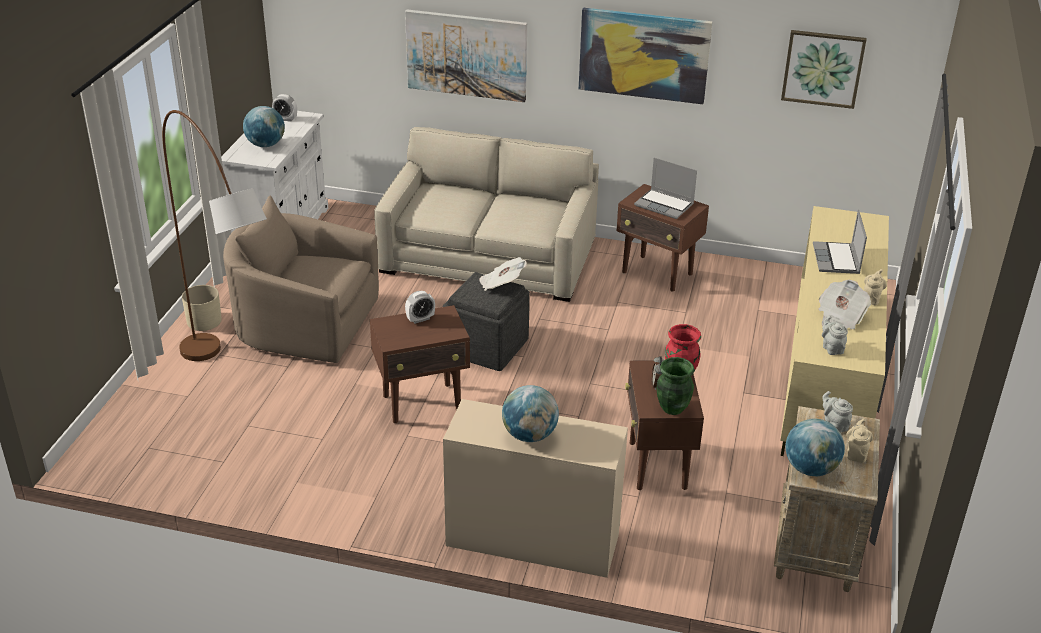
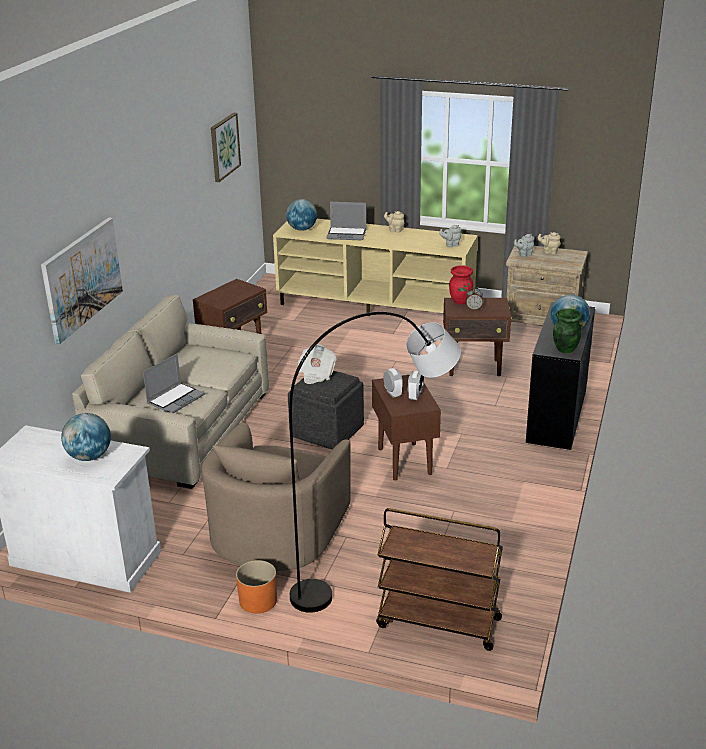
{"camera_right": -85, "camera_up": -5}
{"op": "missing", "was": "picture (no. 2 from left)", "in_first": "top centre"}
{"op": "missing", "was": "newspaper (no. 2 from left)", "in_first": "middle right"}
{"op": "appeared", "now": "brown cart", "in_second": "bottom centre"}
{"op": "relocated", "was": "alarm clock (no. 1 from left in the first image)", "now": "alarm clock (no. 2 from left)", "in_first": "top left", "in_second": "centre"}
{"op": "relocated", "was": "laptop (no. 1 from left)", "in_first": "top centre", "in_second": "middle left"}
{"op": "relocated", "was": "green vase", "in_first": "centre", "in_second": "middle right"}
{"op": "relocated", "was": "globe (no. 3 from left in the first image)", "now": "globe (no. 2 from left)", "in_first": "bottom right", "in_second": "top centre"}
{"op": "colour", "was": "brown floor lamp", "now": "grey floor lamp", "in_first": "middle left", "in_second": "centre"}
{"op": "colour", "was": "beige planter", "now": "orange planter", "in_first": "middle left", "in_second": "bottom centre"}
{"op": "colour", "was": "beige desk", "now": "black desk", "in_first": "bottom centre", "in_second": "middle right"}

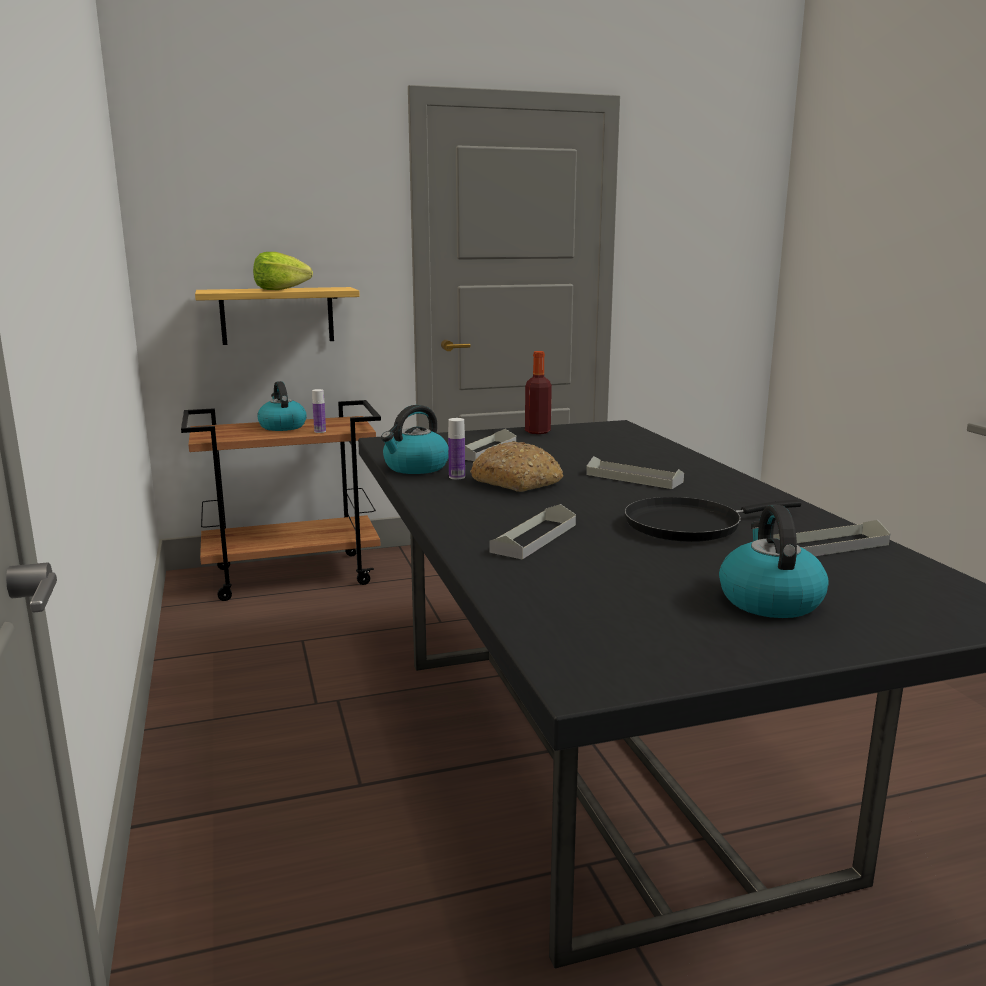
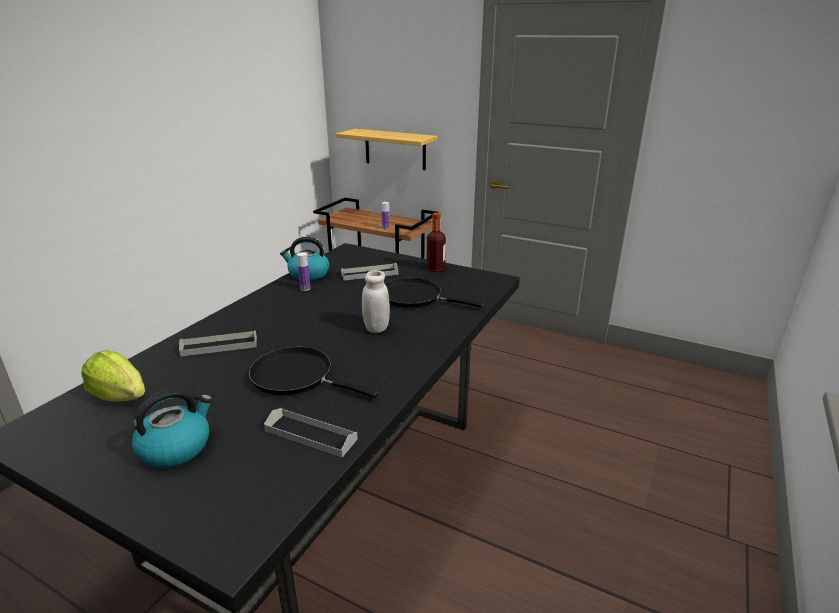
{"camera_right": 45, "camera_up": 10}
{"op": "missing", "was": "kettle (no. 1 from left)", "in_first": "middle left"}
{"op": "missing", "was": "bread", "in_first": "centre"}
{"op": "appeared", "now": "black frying pan (no. 2 from left)", "in_second": "centre"}
{"op": "relocated", "was": "lettuce", "in_first": "top left", "in_second": "middle left"}
{"op": "exchanged", "was": "grey tray (no. 3 from left)", "now": "white jar", "in_first": "centre", "in_second": "centre"}

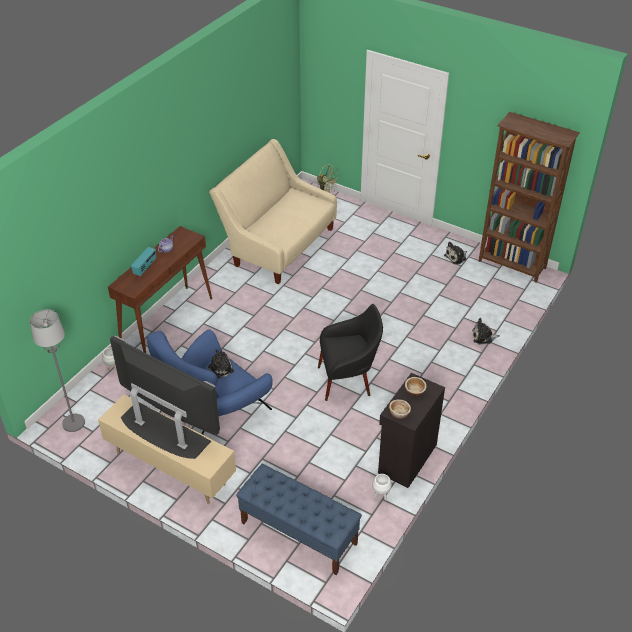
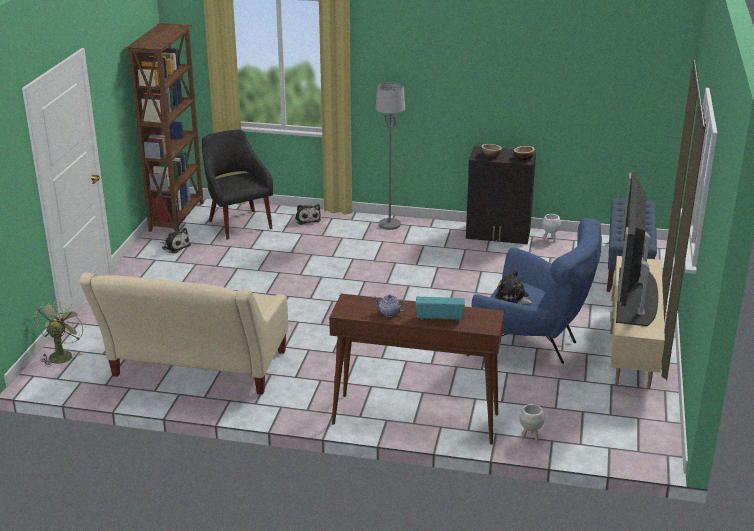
{"camera_right": -110, "camera_up": -15}
{"op": "relocated", "was": "grey floor lamp", "in_first": "middle left", "in_second": "top centre"}
{"op": "relocated", "was": "black armchair", "in_first": "centre", "in_second": "middle left"}

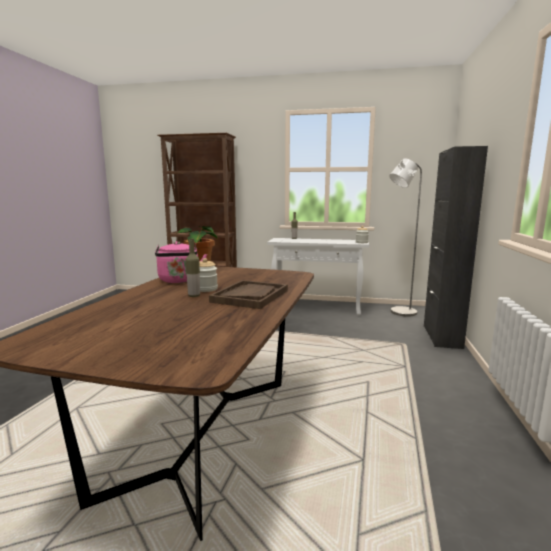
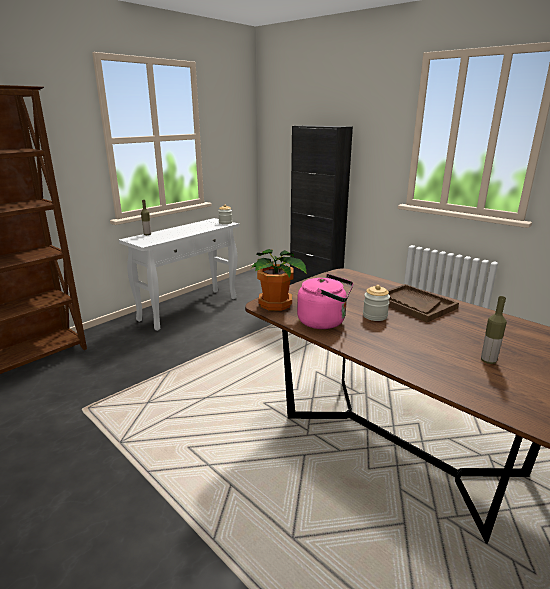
{"camera_right": -60, "camera_up": 10}
{"op": "missing", "was": "grey floor lamp", "in_first": "middle right"}
{"op": "relocated", "was": "bottle (no. 1 from left in the first image)", "now": "bottle (no. 2 from left)", "in_first": "centre", "in_second": "middle right"}

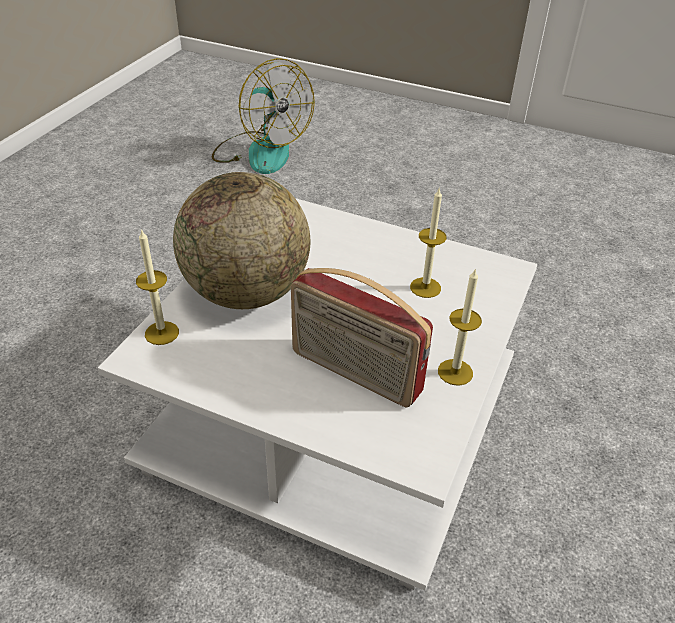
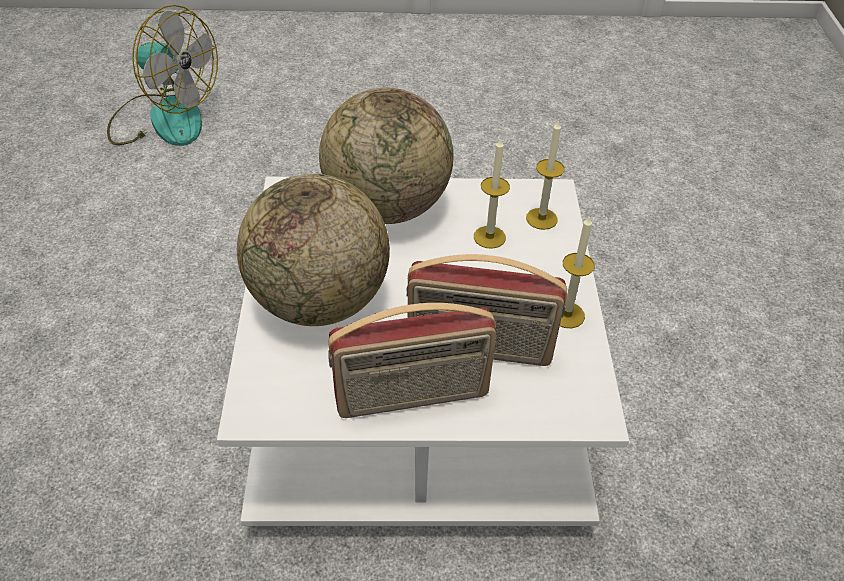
{"camera_right": -25, "camera_up": 5}
{"op": "appeared", "now": "globe (no. 2 from left)", "in_second": "top centre"}
{"op": "appeared", "now": "radio (no. 1 from left)", "in_second": "centre"}
{"op": "relocated", "was": "candle (no. 1 from left in the first image)", "now": "candle (no. 2 from left)", "in_first": "middle left", "in_second": "top centre"}

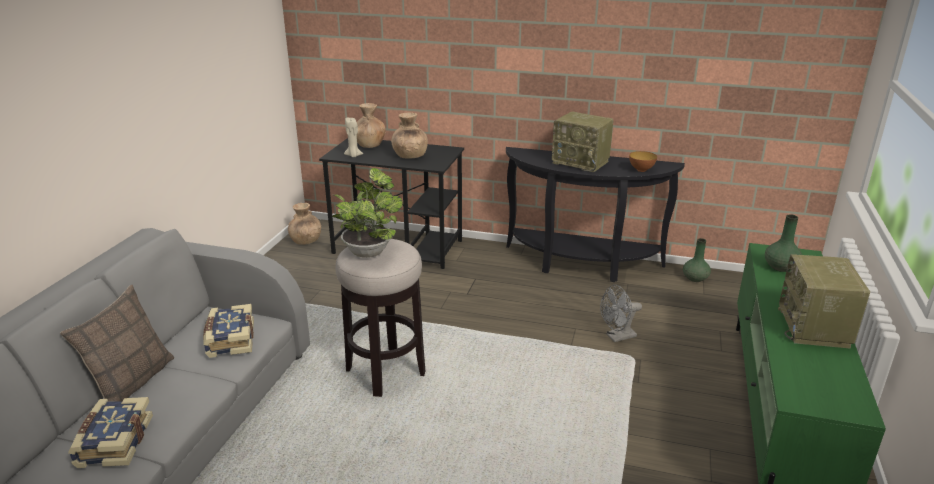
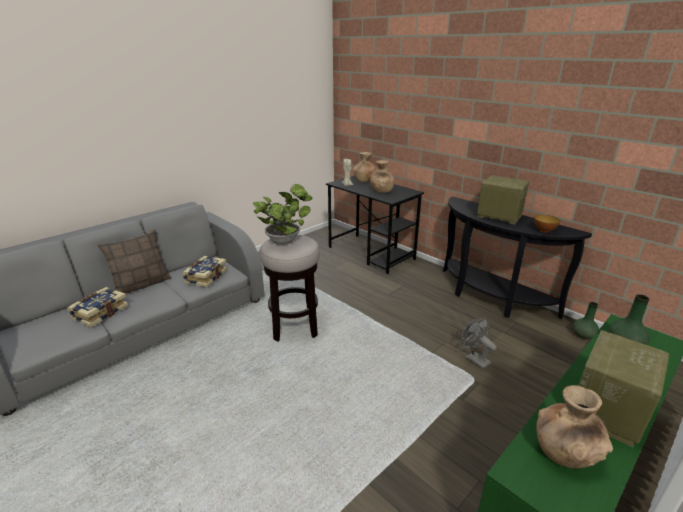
{"camera_right": 30, "camera_up": 0}
{"op": "relocated", "was": "brown vase (no. 1 from left in the first image)", "now": "brown vase (no. 3 from left)", "in_first": "middle left", "in_second": "bottom right"}
{"op": "spun", "was": "radio (no. 1 from left)", "in_first": "top centre", "in_second": "middle right", "clockwise": 150}
{"op": "spun", "was": "grey fan", "in_first": "centre", "in_second": "bottom right", "clockwise": 45}

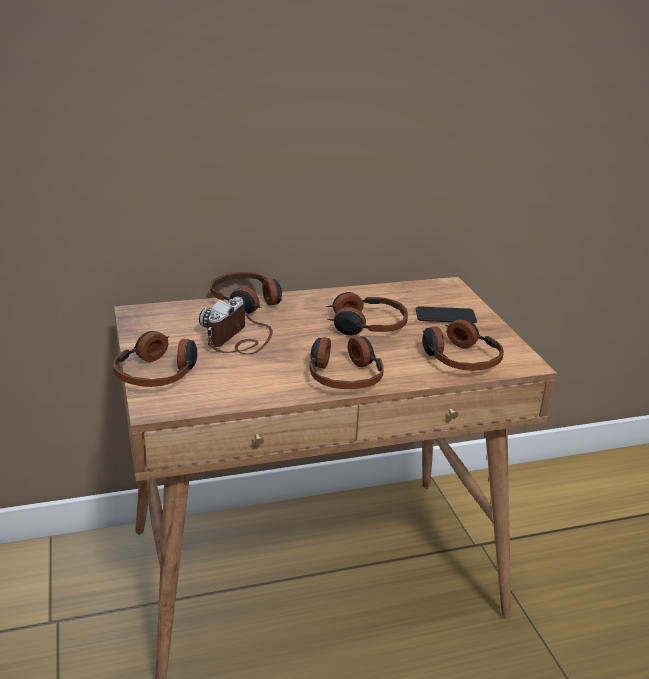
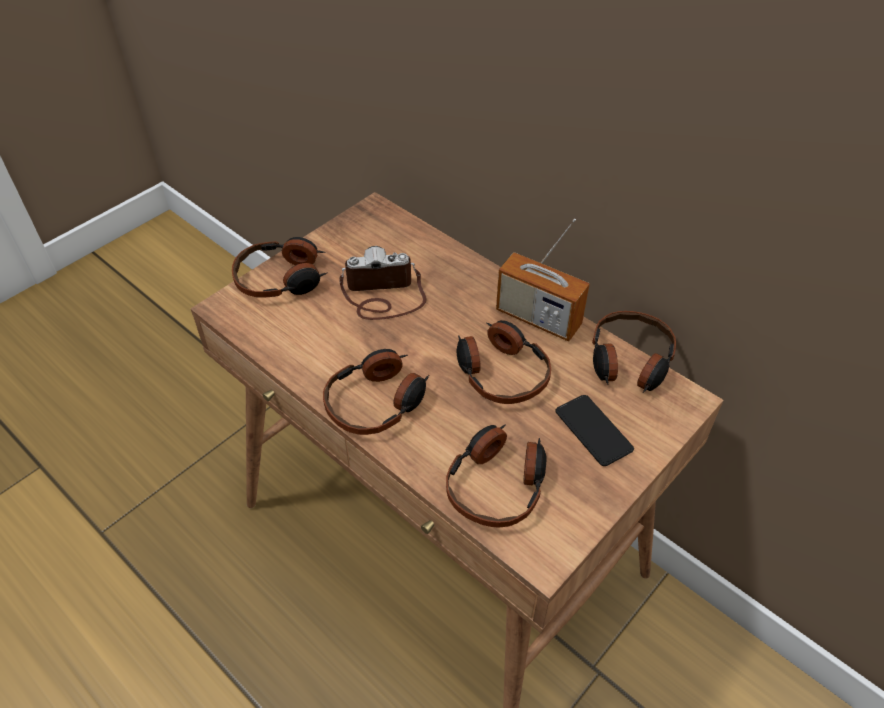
{"camera_right": 60, "camera_up": 20}
{"op": "appeared", "now": "radio", "in_second": "centre"}
{"op": "relocated", "was": "headphones (no. 2 from left in the first image)", "now": "headphones (no. 5 from left)", "in_first": "centre", "in_second": "middle right"}

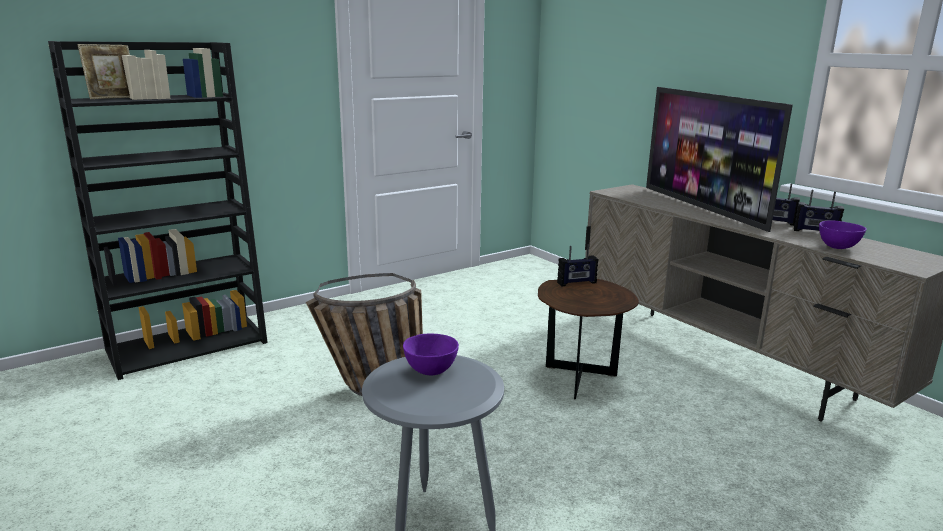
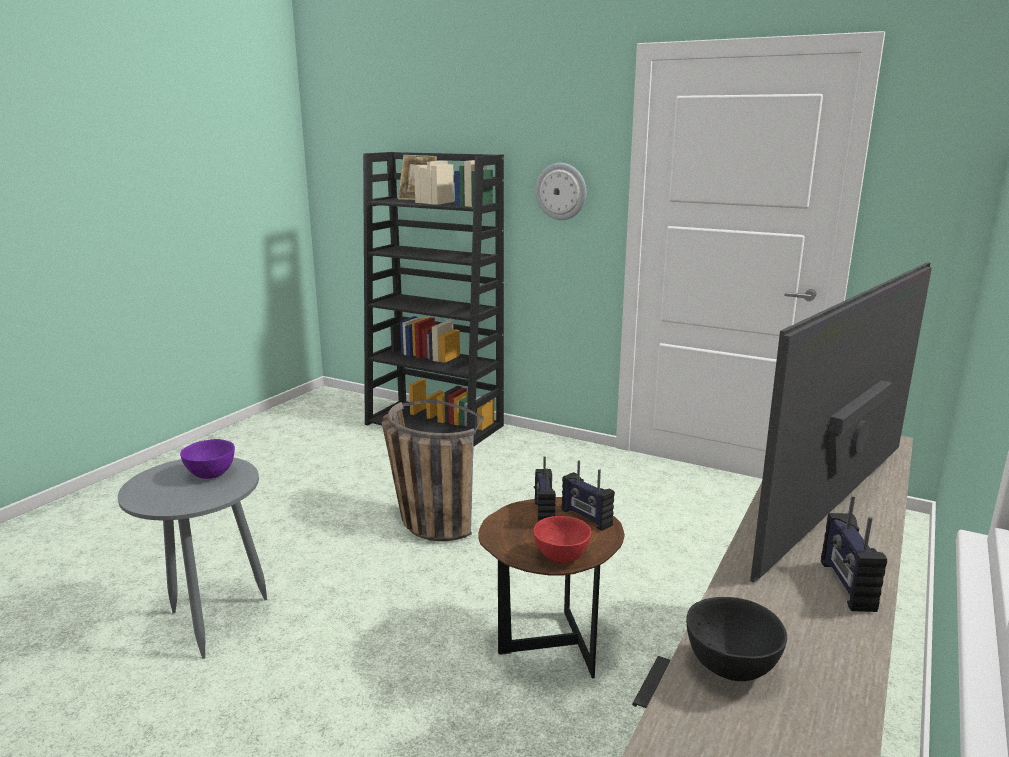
{"camera_right": 65, "camera_up": 0}
{"op": "appeared", "now": "red bowl", "in_second": "bottom centre"}
{"op": "appeared", "now": "wall clock", "in_second": "top centre"}
{"op": "relocated", "was": "radio (no. 3 from left in the first image)", "now": "radio (no. 1 from left)", "in_first": "middle right", "in_second": "centre"}
{"op": "colour", "was": "purple bowl (no. 2 from left)", "now": "black bowl", "in_first": "middle right", "in_second": "bottom right"}

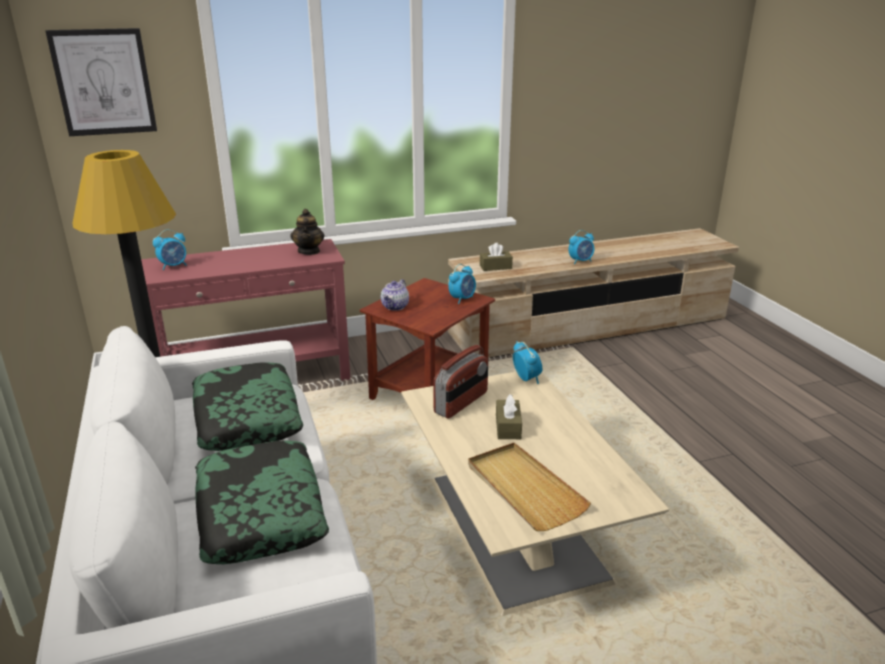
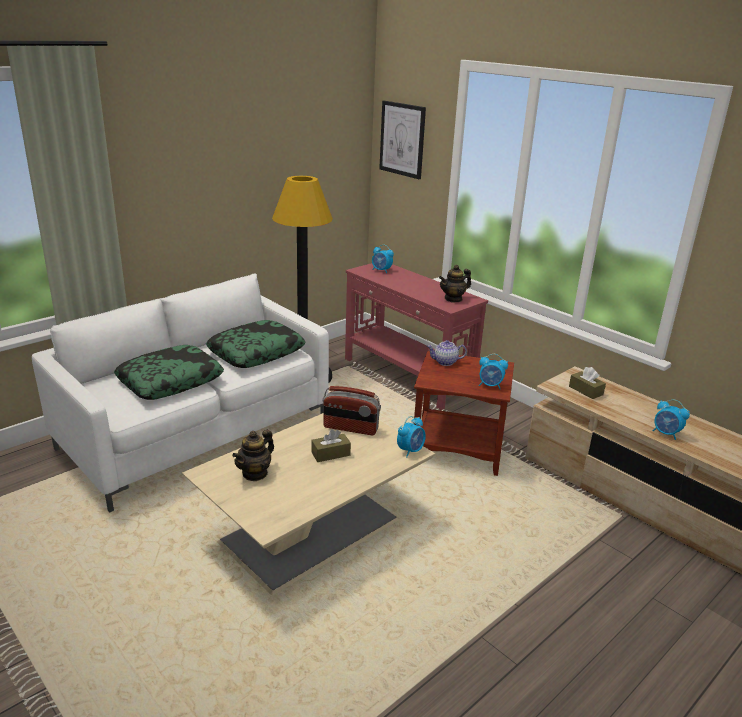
{"camera_right": 65, "camera_up": 0}
{"op": "exchanged", "was": "beige tray", "now": "teapot (no. 1 from left)", "in_first": "bottom centre", "in_second": "centre"}

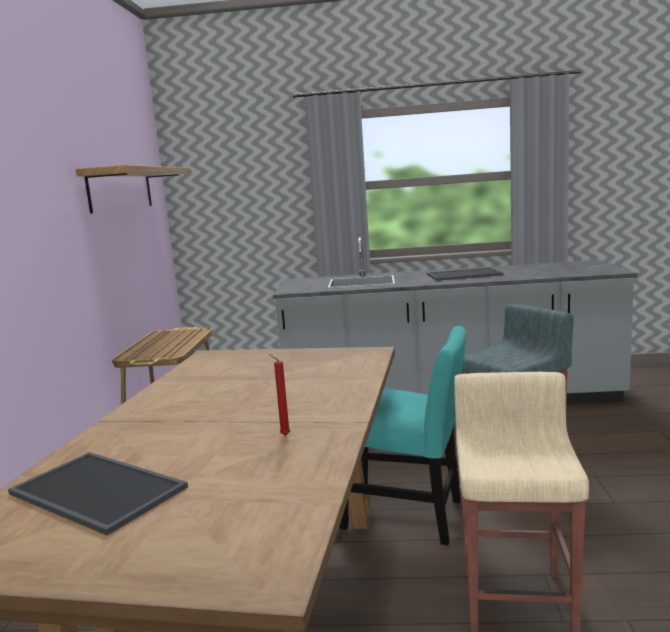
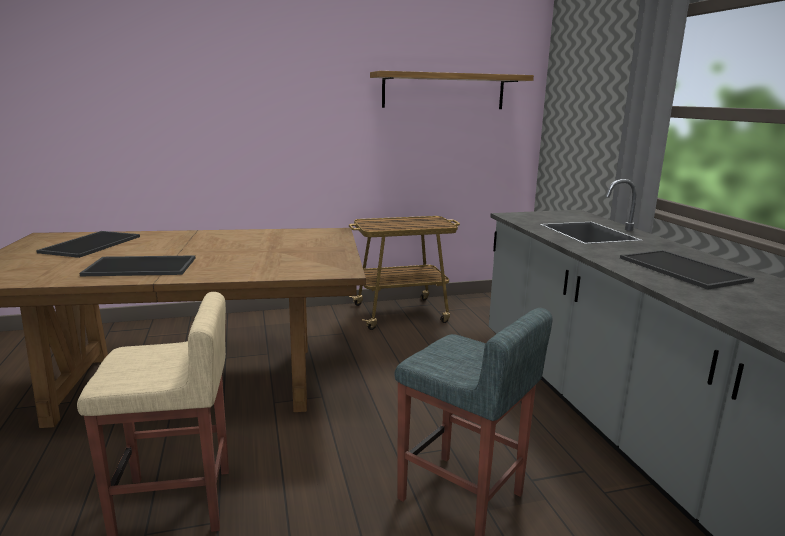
{"camera_right": 70, "camera_up": 5}
{"op": "missing", "was": "turquoise chair", "in_first": "bottom centre"}
{"op": "exchanged", "was": "red candle", "now": "tray (no. 2 from left)", "in_first": "centre", "in_second": "middle left"}

